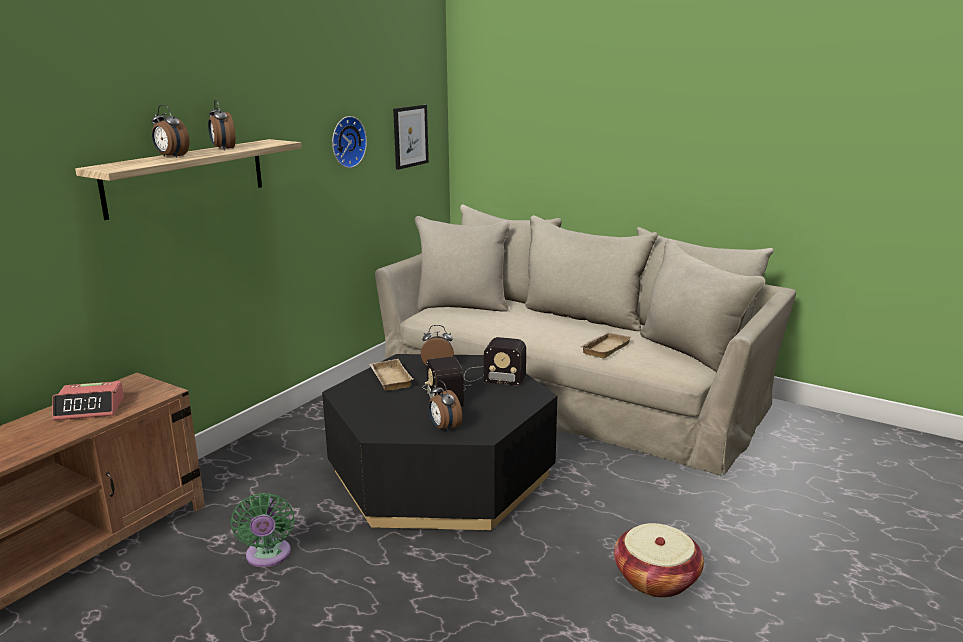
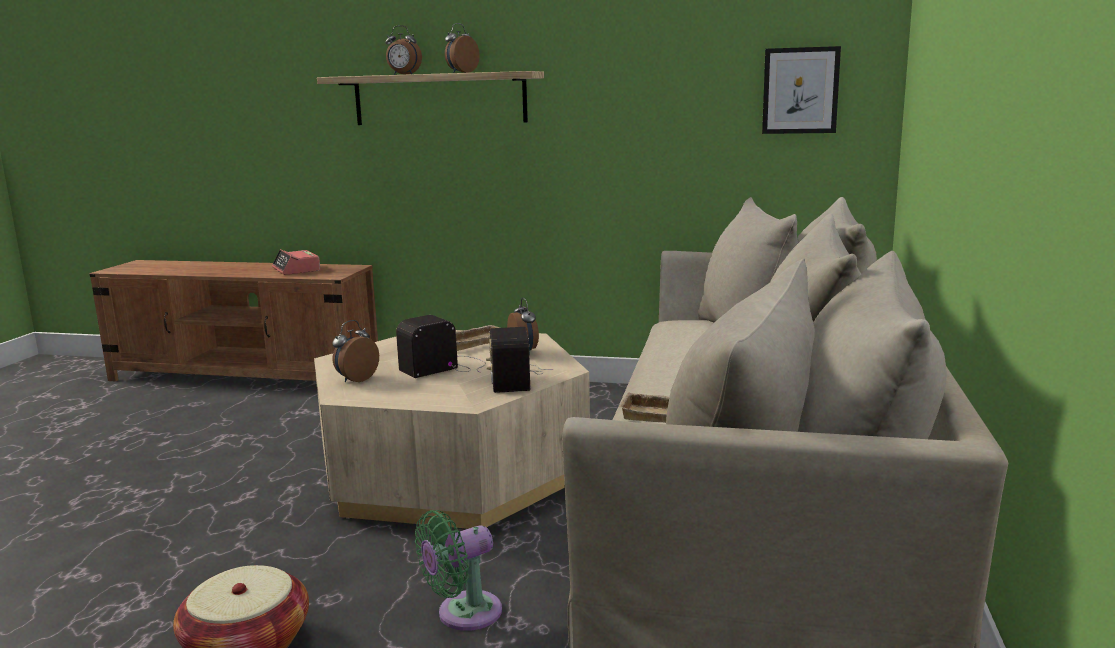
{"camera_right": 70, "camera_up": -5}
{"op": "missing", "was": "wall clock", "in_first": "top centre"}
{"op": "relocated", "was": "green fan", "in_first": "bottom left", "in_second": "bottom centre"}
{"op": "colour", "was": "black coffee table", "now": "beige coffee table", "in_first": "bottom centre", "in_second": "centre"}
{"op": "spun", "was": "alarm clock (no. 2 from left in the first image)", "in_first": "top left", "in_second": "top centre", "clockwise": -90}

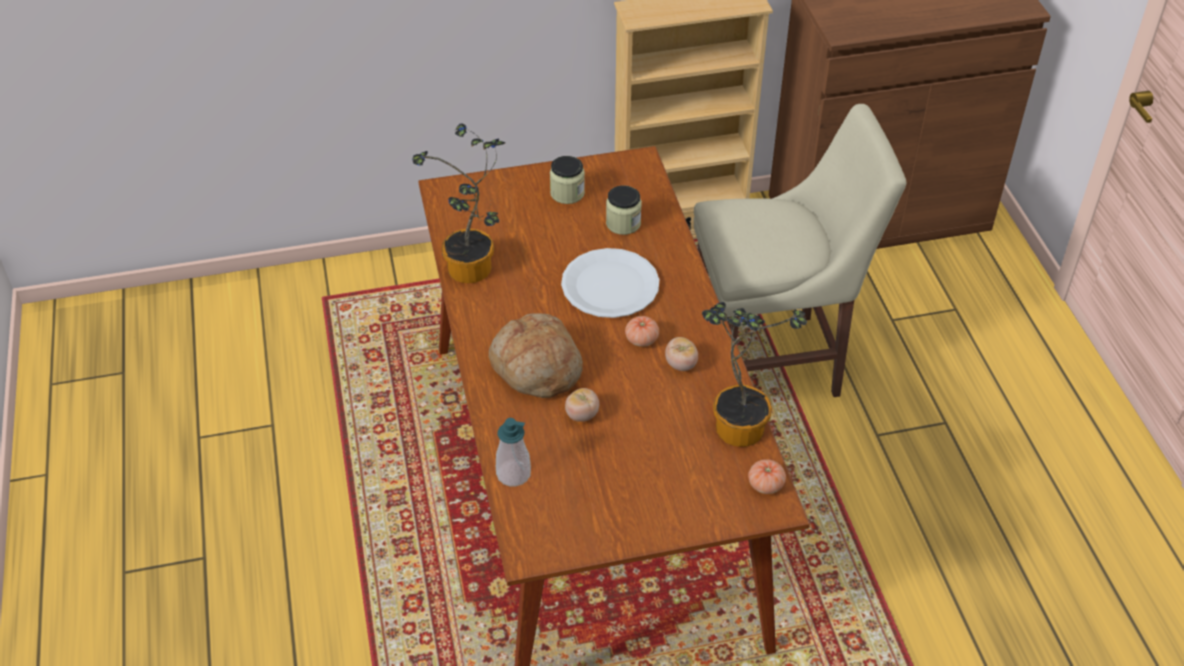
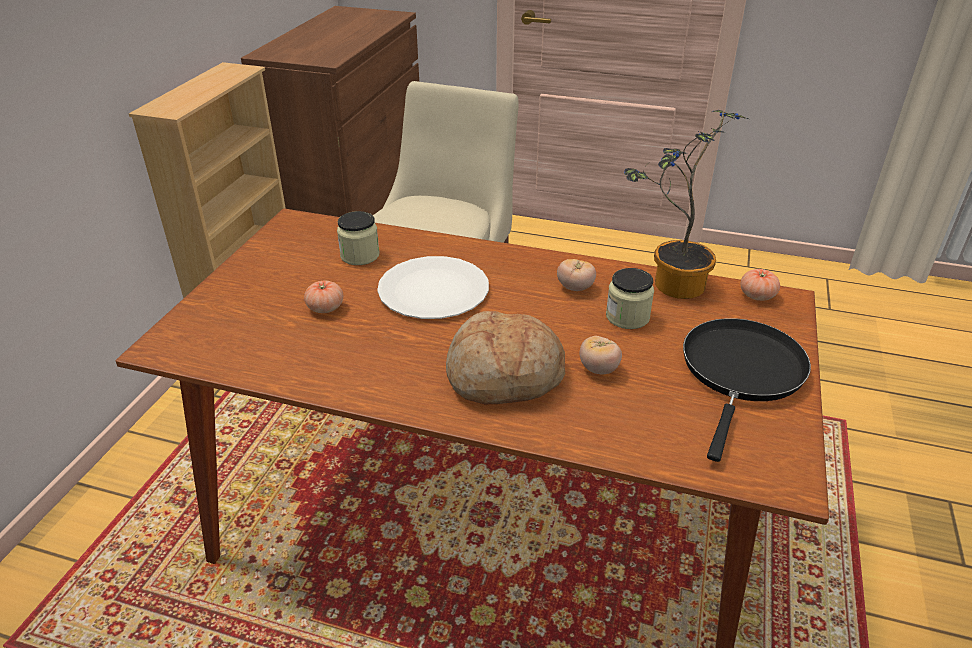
{"camera_right": -60, "camera_up": -10}
{"op": "missing", "was": "potted plant (no. 1 from left)", "in_first": "top centre"}
{"op": "missing", "was": "soap dispenser", "in_first": "bottom centre"}
{"op": "appeared", "now": "black frying pan", "in_second": "middle right"}
{"op": "relocated", "was": "jar (no. 1 from left in the first image)", "now": "jar (no. 2 from left)", "in_first": "top centre", "in_second": "centre"}
{"op": "relocated", "was": "tomato (no. 2 from left in the first image)", "now": "tomato (no. 1 from left)", "in_first": "centre", "in_second": "middle left"}

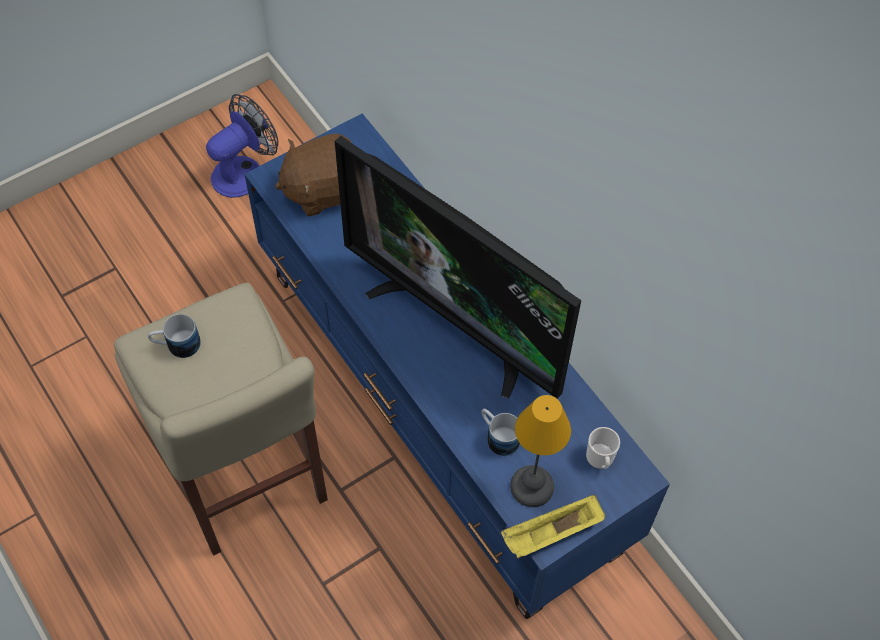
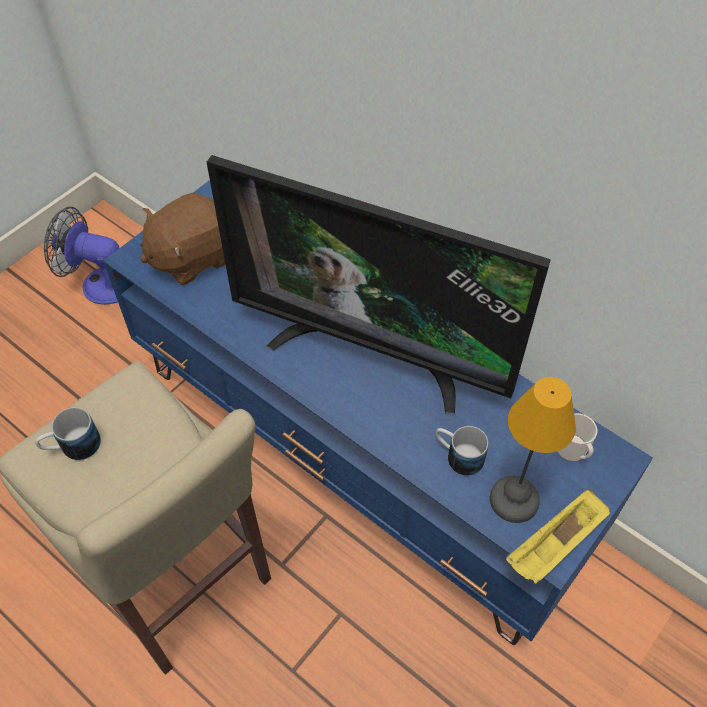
{"camera_right": -15, "camera_up": -5}
{"op": "spun", "was": "fan", "in_first": "top left", "in_second": "middle left", "clockwise": -105}

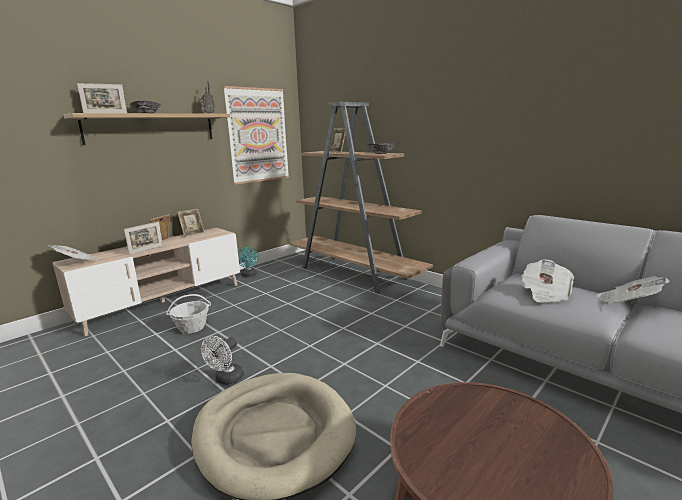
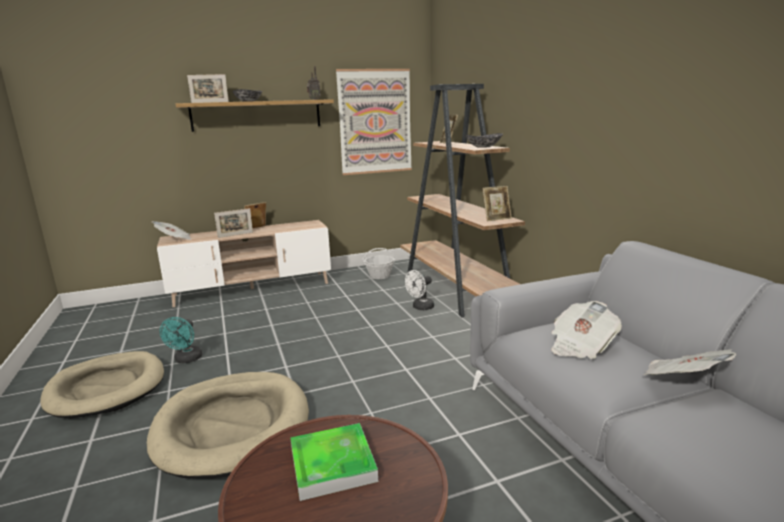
{"camera_right": 25, "camera_up": 0}
{"op": "appeared", "now": "beige dog bed (no. 1 from left)", "in_second": "bottom left"}
{"op": "appeared", "now": "tray", "in_second": "bottom centre"}
{"op": "relocated", "was": "basket", "in_first": "middle left", "in_second": "centre"}
{"op": "relocated", "was": "picture frame (no. 4 from left in the first image)", "now": "picture frame (no. 5 from left)", "in_first": "middle left", "in_second": "centre"}
{"op": "relocated", "was": "white fan", "in_first": "bottom left", "in_second": "centre"}
{"op": "relocated", "was": "turquoise fan", "in_first": "centre", "in_second": "middle left"}

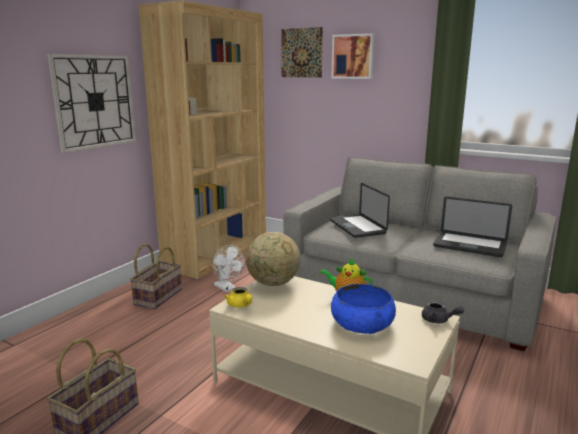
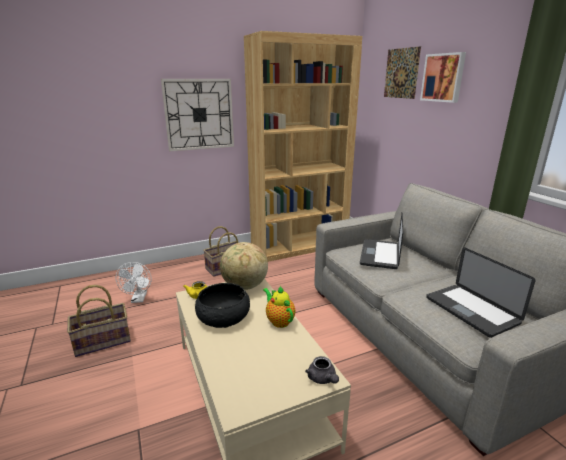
{"camera_right": 35, "camera_up": 5}
{"op": "missing", "was": "blue bowl", "in_first": "bottom centre"}
{"op": "appeared", "now": "black bowl", "in_second": "centre"}
{"op": "relocated", "was": "white fan", "in_first": "centre", "in_second": "middle left"}

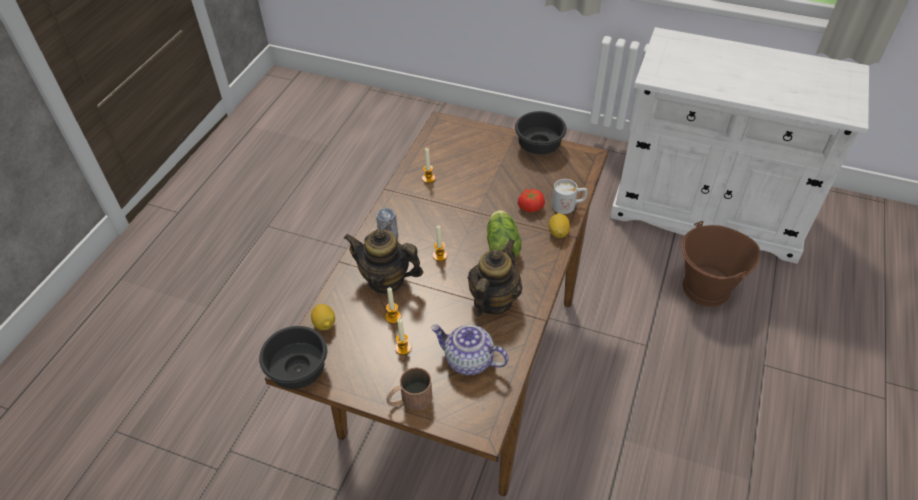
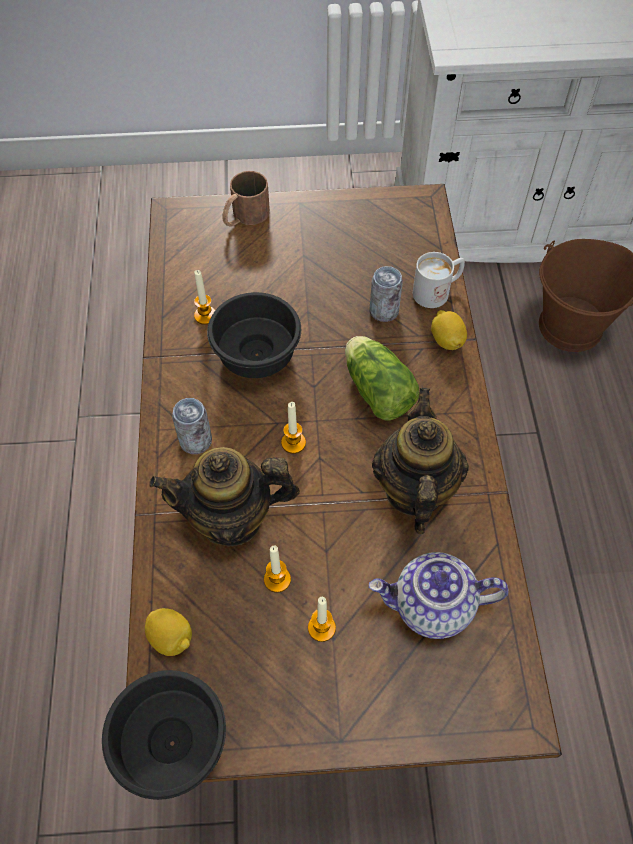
{"camera_right": -25, "camera_up": 10}
{"op": "relocated", "was": "brown mug", "in_first": "bottom centre", "in_second": "top centre"}
{"op": "relocated", "was": "black bowl (no. 2 from left)", "in_first": "top centre", "in_second": "centre"}
{"op": "exchanged", "was": "tomato", "now": "can (no. 2 from left)", "in_first": "centre", "in_second": "centre"}

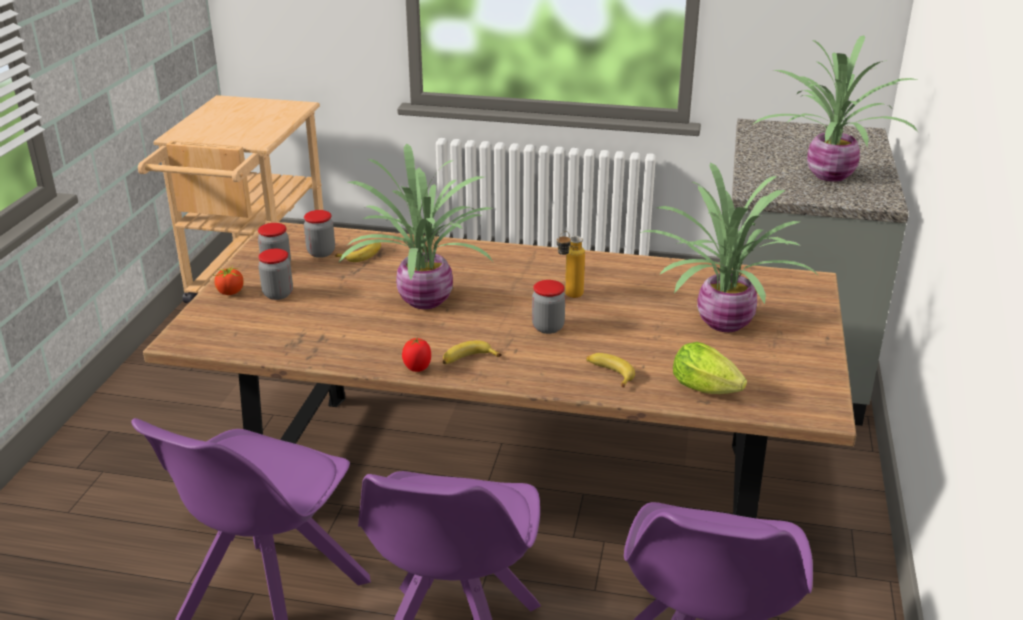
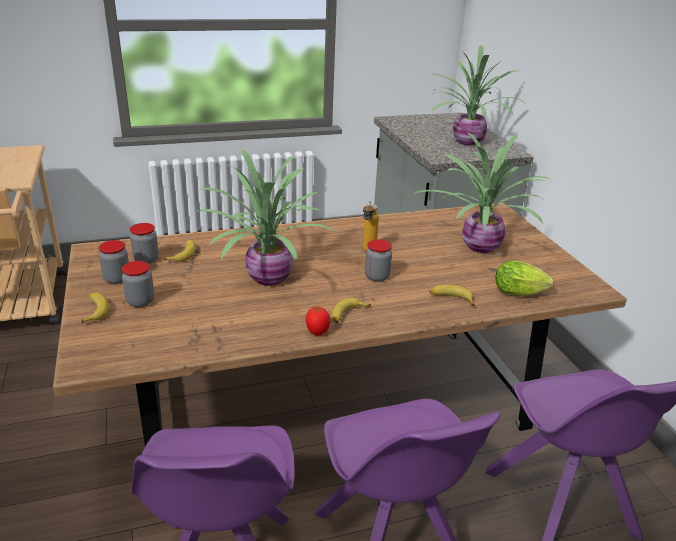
{"camera_right": -30, "camera_up": 0}
{"op": "exchanged", "was": "tomato (no. 1 from left)", "now": "banana (no. 1 from left)", "in_first": "middle left", "in_second": "middle left"}

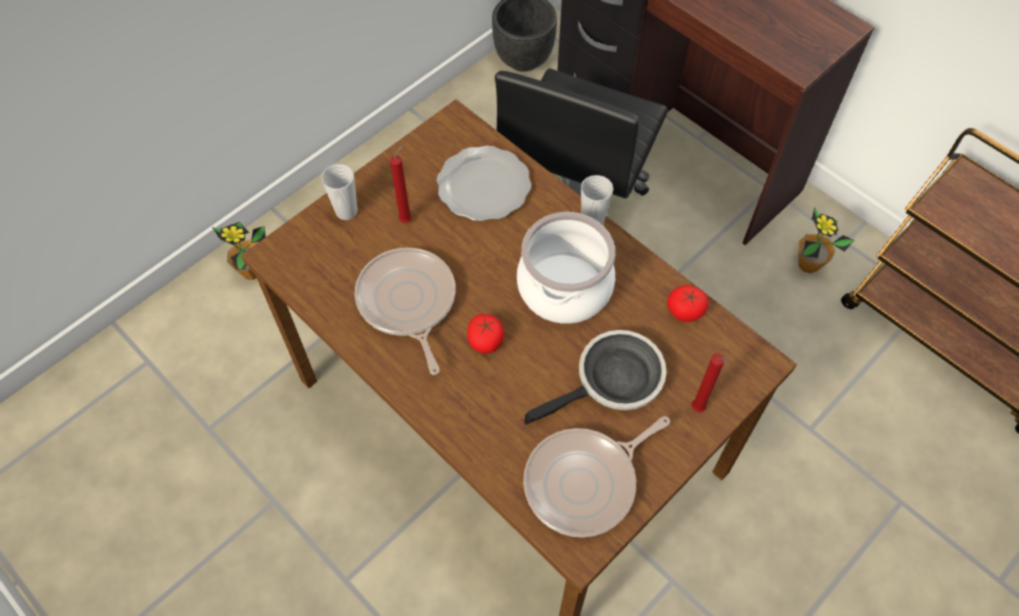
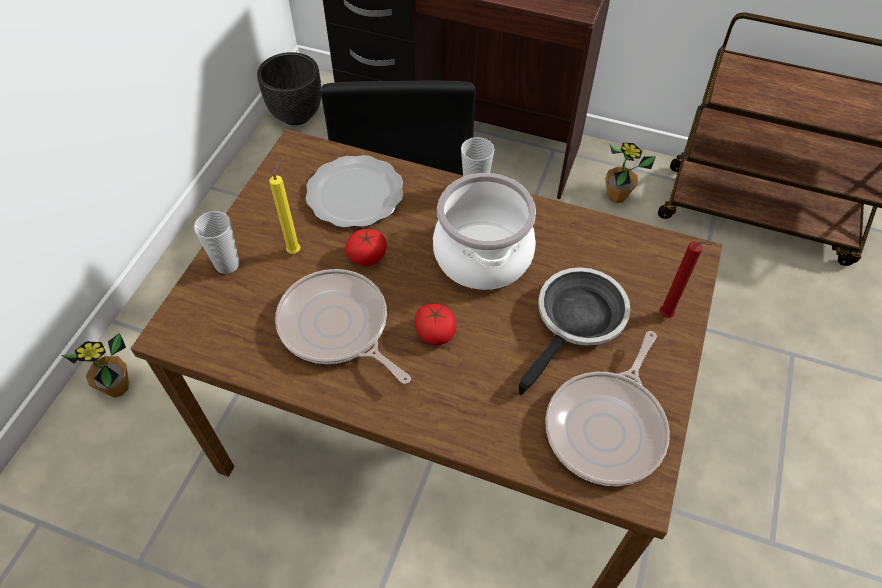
{"camera_right": -25, "camera_up": -5}
{"op": "relocated", "was": "tomato (no. 2 from left in the first image)", "now": "tomato (no. 1 from left)", "in_first": "middle right", "in_second": "centre"}
{"op": "colour", "was": "red candle (no. 1 from left)", "now": "yellow candle", "in_first": "top centre", "in_second": "middle left"}

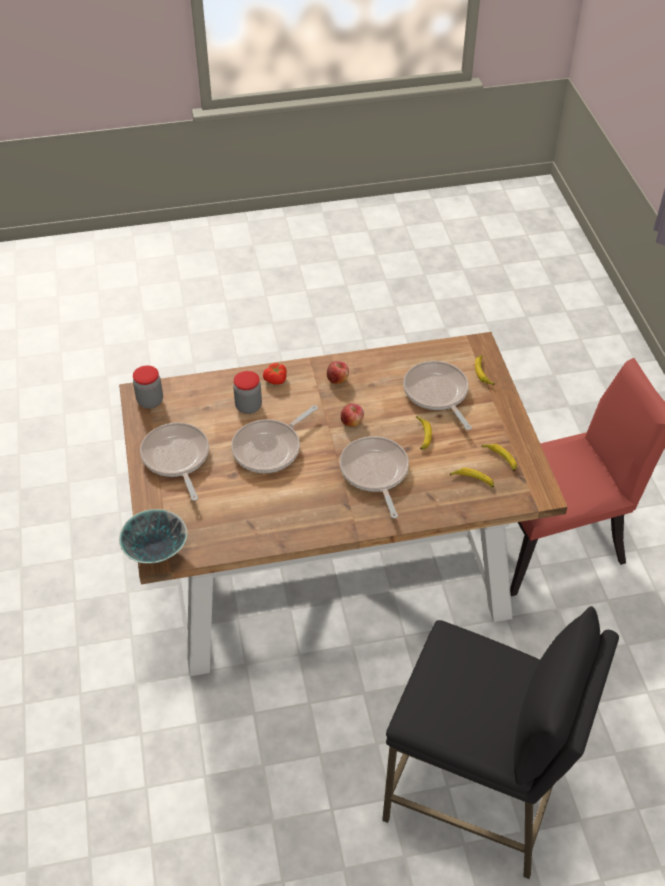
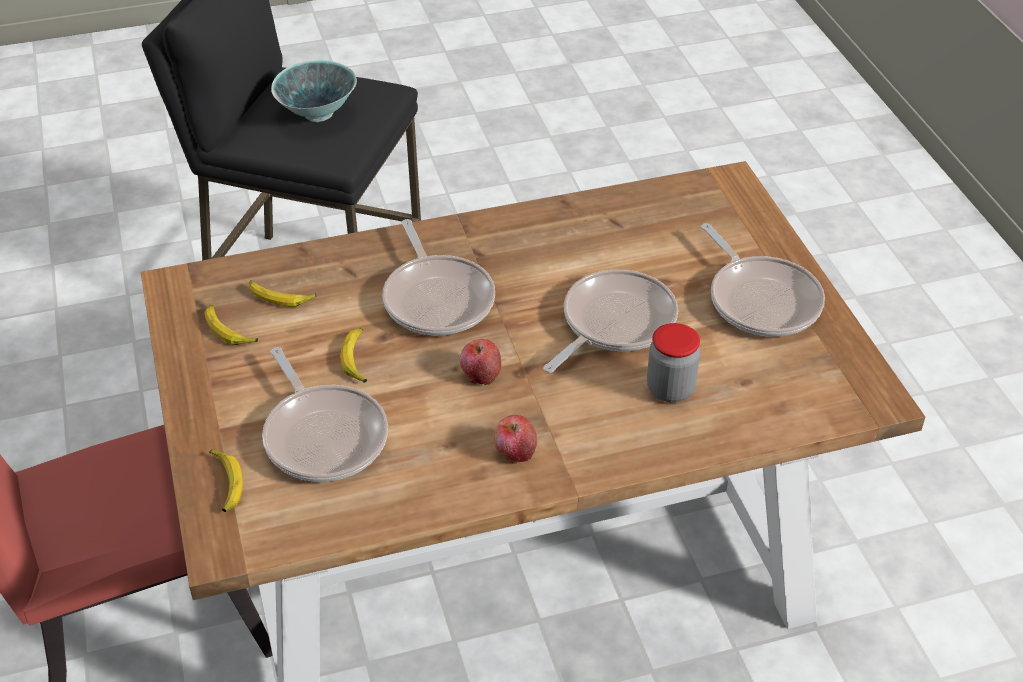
{"camera_right": 175, "camera_up": -5}
{"op": "missing", "was": "jar (no. 1 from left)", "in_first": "middle left"}
{"op": "missing", "was": "tomato", "in_first": "centre"}
{"op": "relocated", "was": "bowl", "in_first": "middle left", "in_second": "top left"}

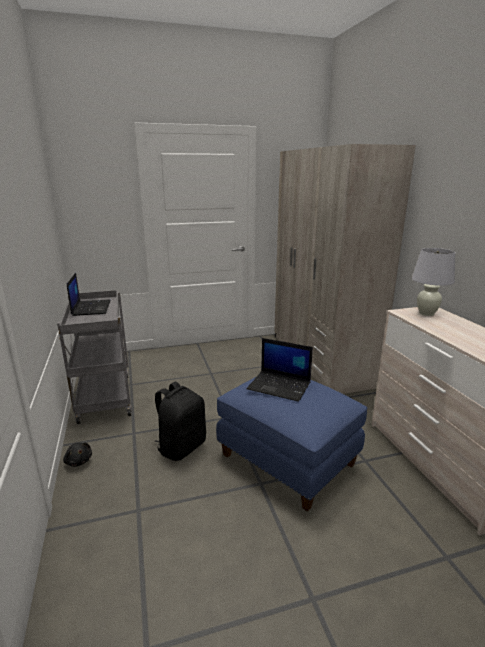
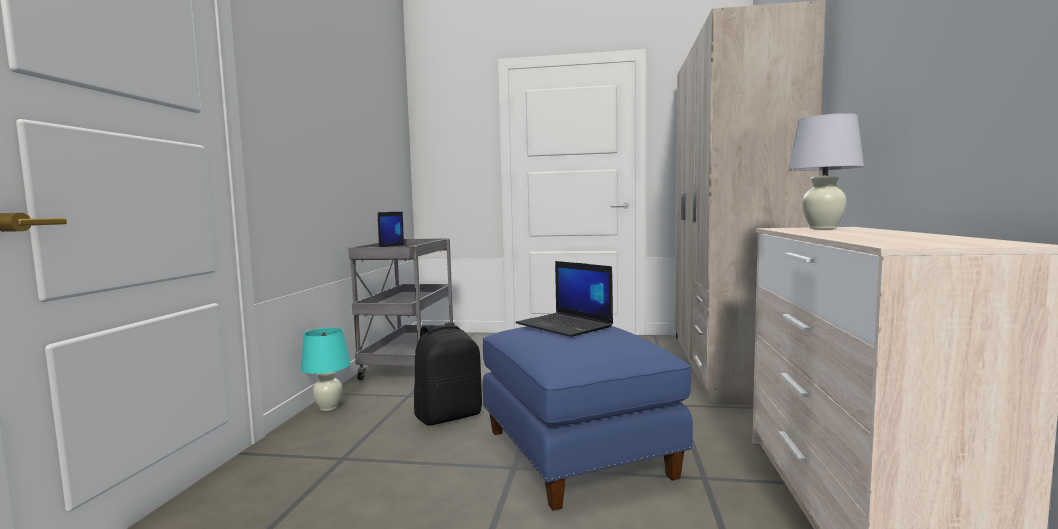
{"camera_right": 25, "camera_up": -15}
{"op": "exchanged", "was": "black plush toy", "now": "turquoise table lamp", "in_first": "bottom left", "in_second": "bottom left"}

